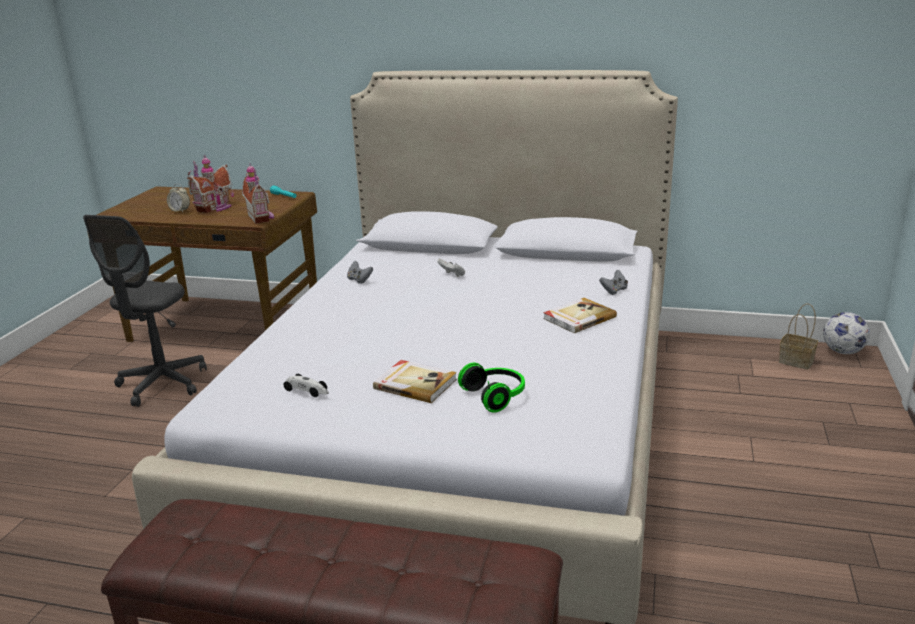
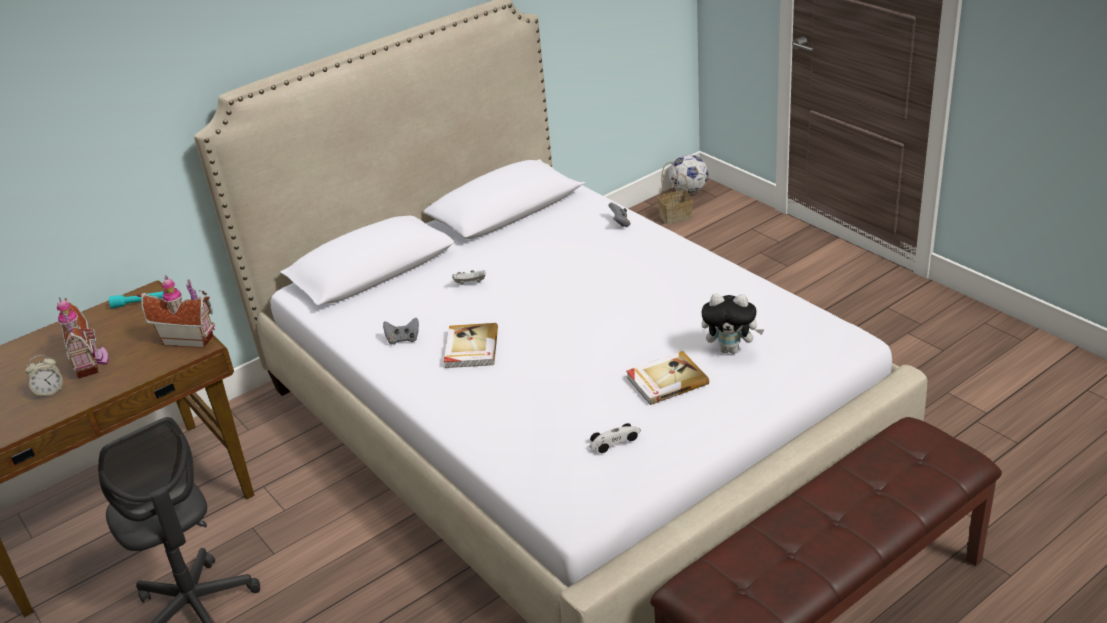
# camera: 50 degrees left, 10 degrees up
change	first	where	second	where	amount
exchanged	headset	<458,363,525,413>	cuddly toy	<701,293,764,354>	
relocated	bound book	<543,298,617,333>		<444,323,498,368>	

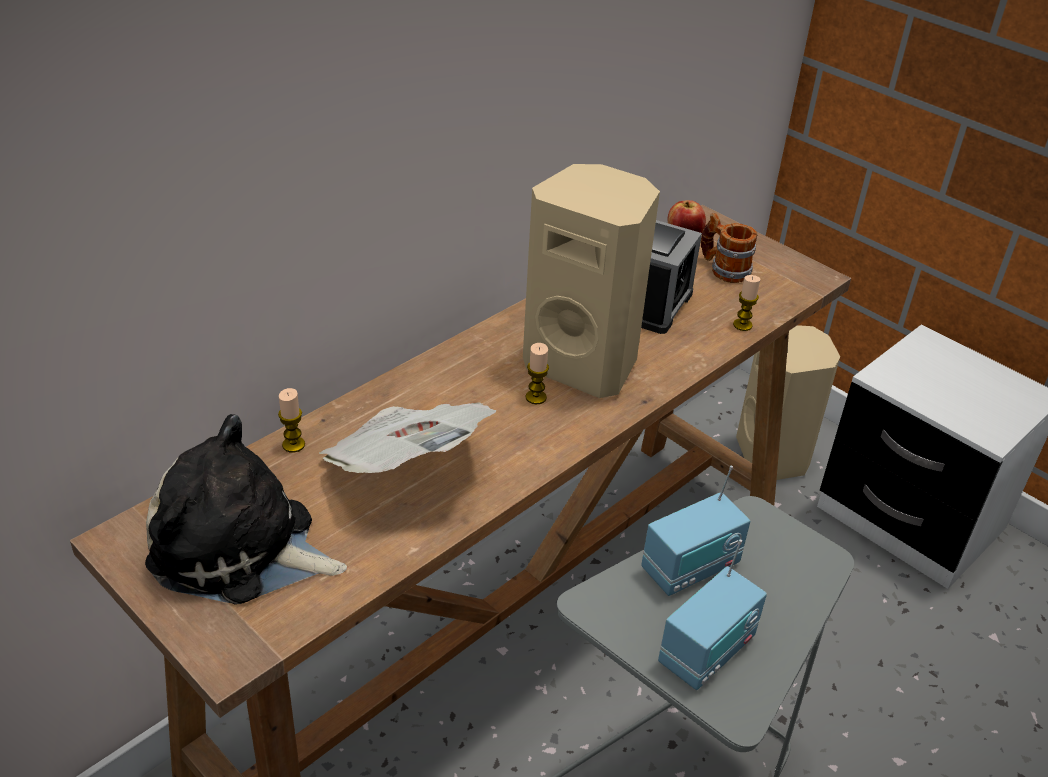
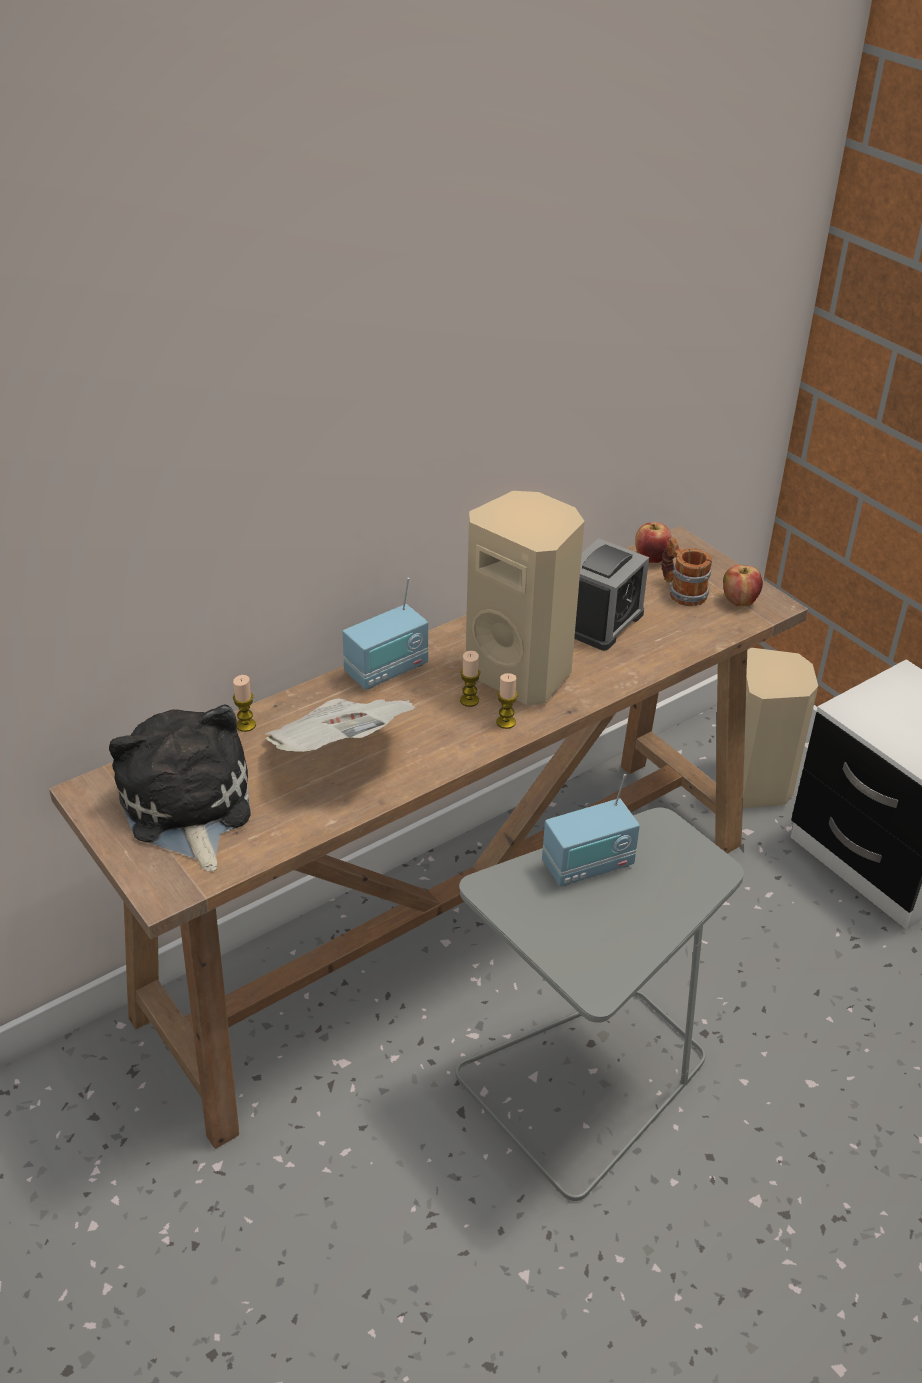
# camera: 10 degrees right, 0 degrees up
change	first	where	second	where	amount
spun	cuddly toy	<145,414,347,605>		<109,704,251,871>	45 degrees clockwise
relocated	radio	<658,539,767,690>		<343,578,428,690>	
relocated	candle	<733,275,761,331>		<496,673,518,729>	
appeared			apple	<723,565,763,607>	

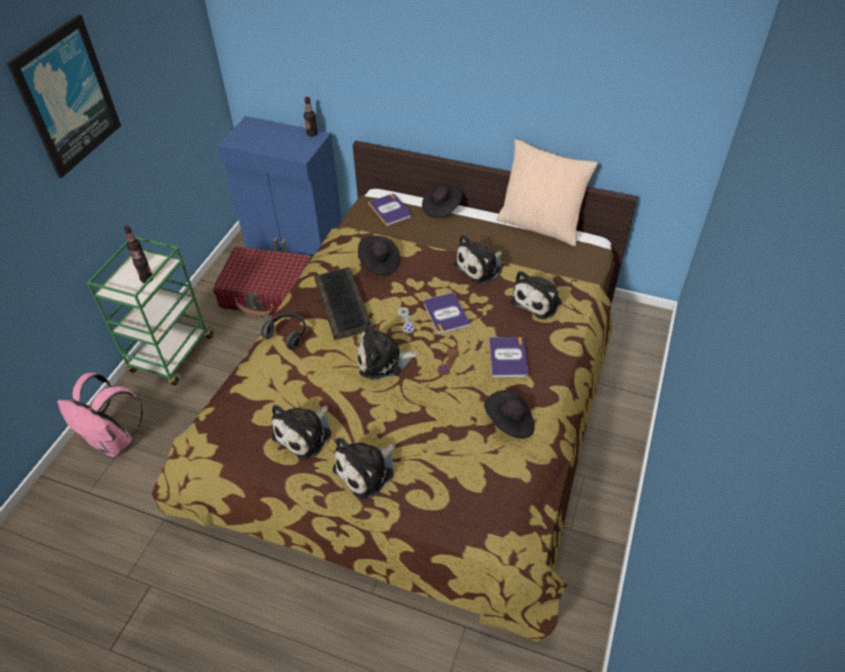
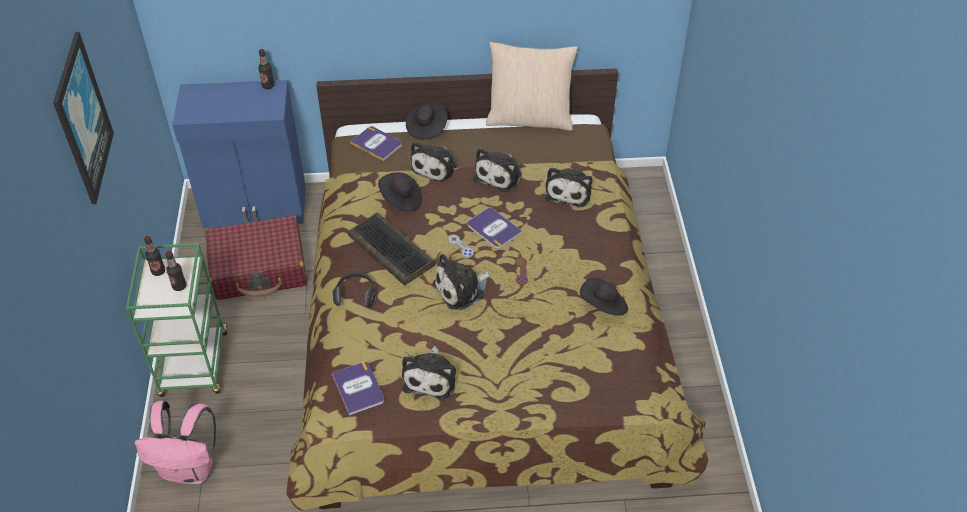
# camera: 25 degrees left, 0 degrees up
change	first	where	second	where	amount
relocated	cuddly toy	<333,437,395,499>		<410,142,457,182>	
relocated	bound book	<489,337,528,377>		<332,362,384,416>	

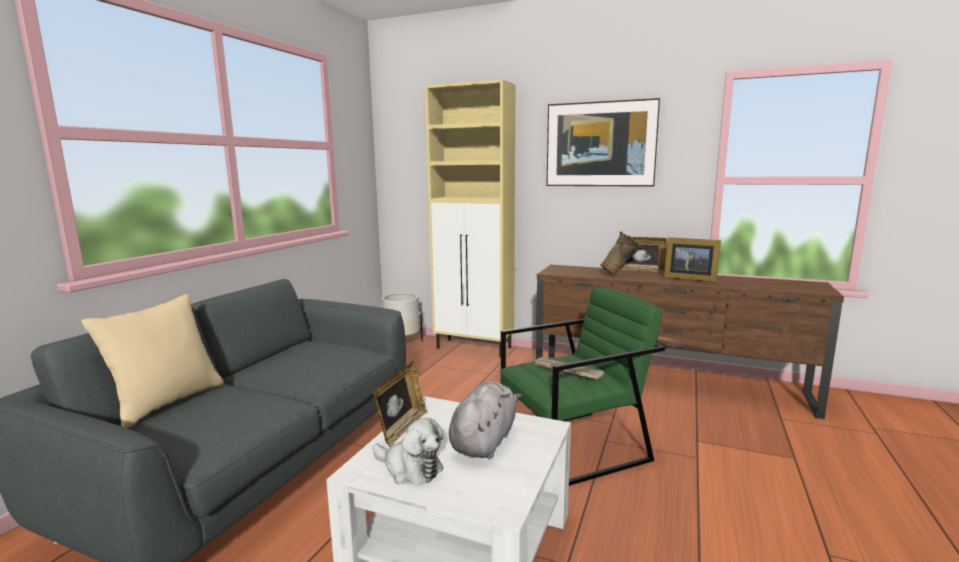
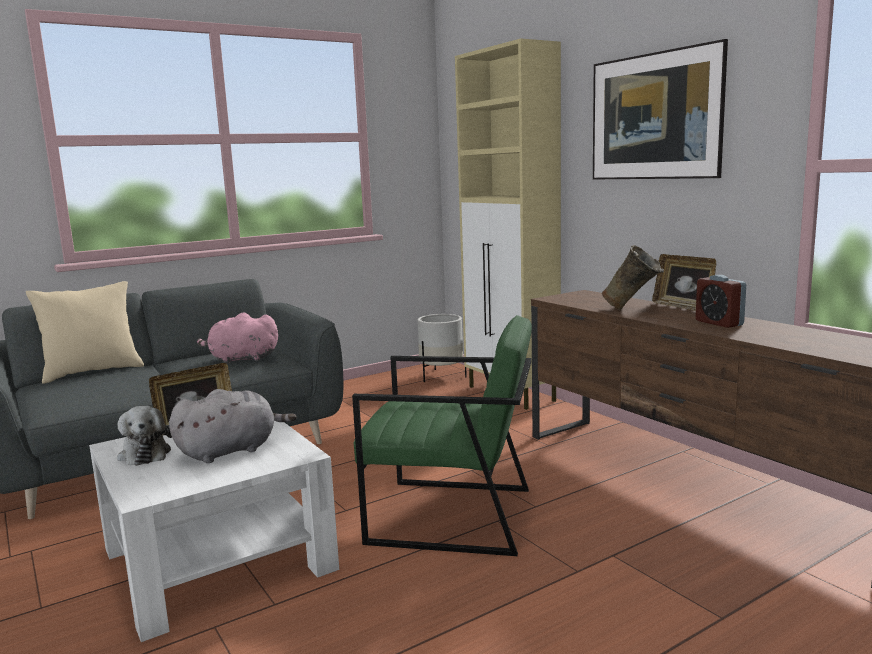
# camera: 35 degrees right, 0 degrees up
change	first	where	second	where	amount
missing	newspaper	<532,357,604,379>			
exchanged	photo frame	<664,237,721,282>	alarm clock	<696,275,746,328>	
appeared			cuddly toy (pinkish)	<197,312,278,364>	

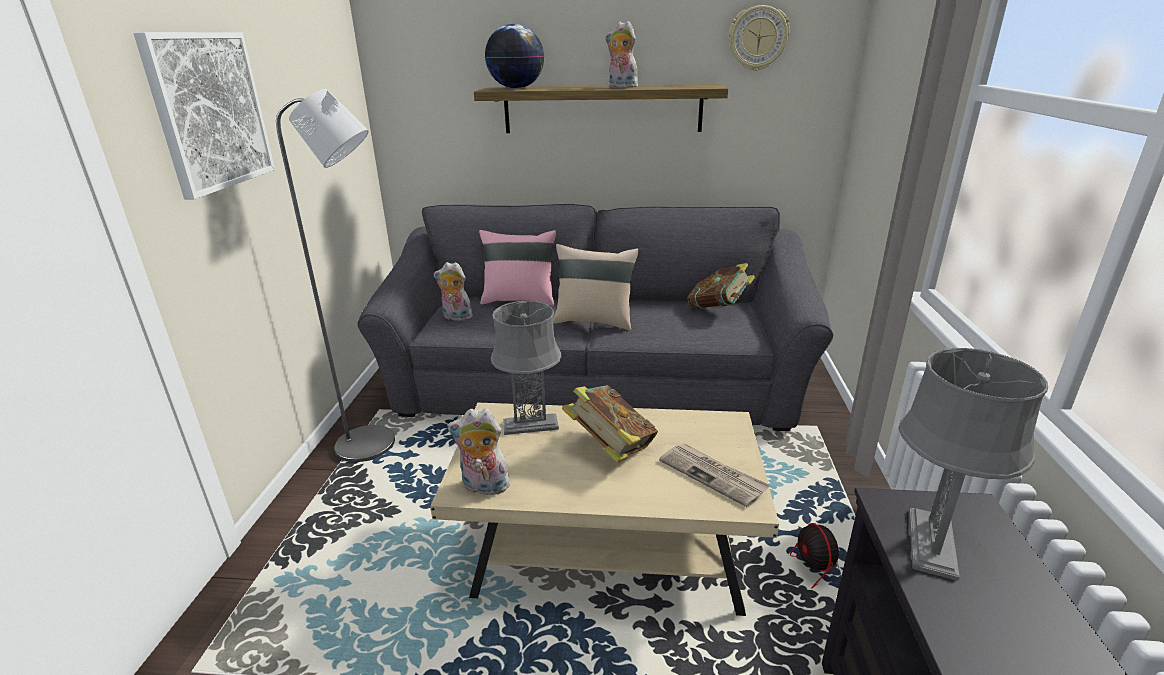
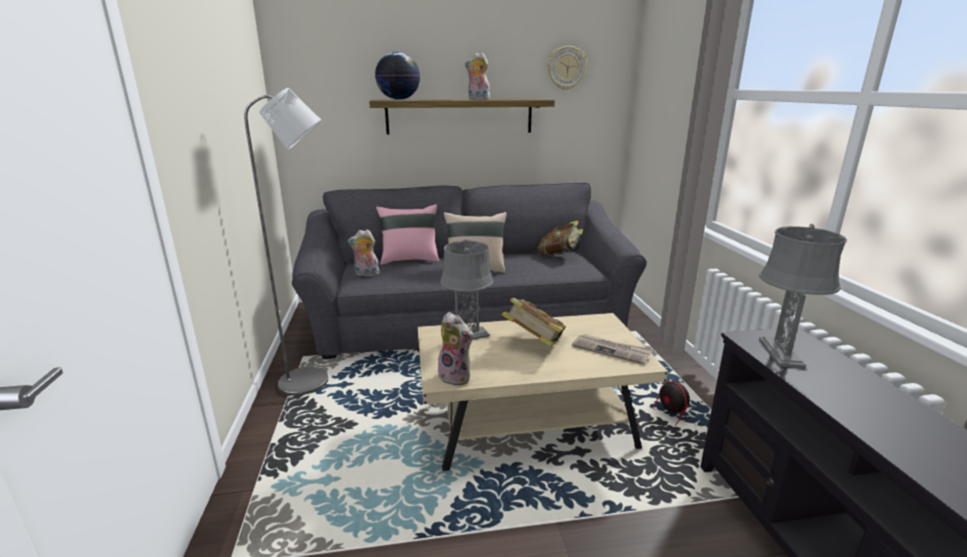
# camera: 15 degrees left, 5 degrees down
change	first	where	second	where	amount
missing	wall art	<133,32,275,199>			
spun	cuddly toy	<447,408,510,495>		<438,312,474,386>	135 degrees counterclockwise

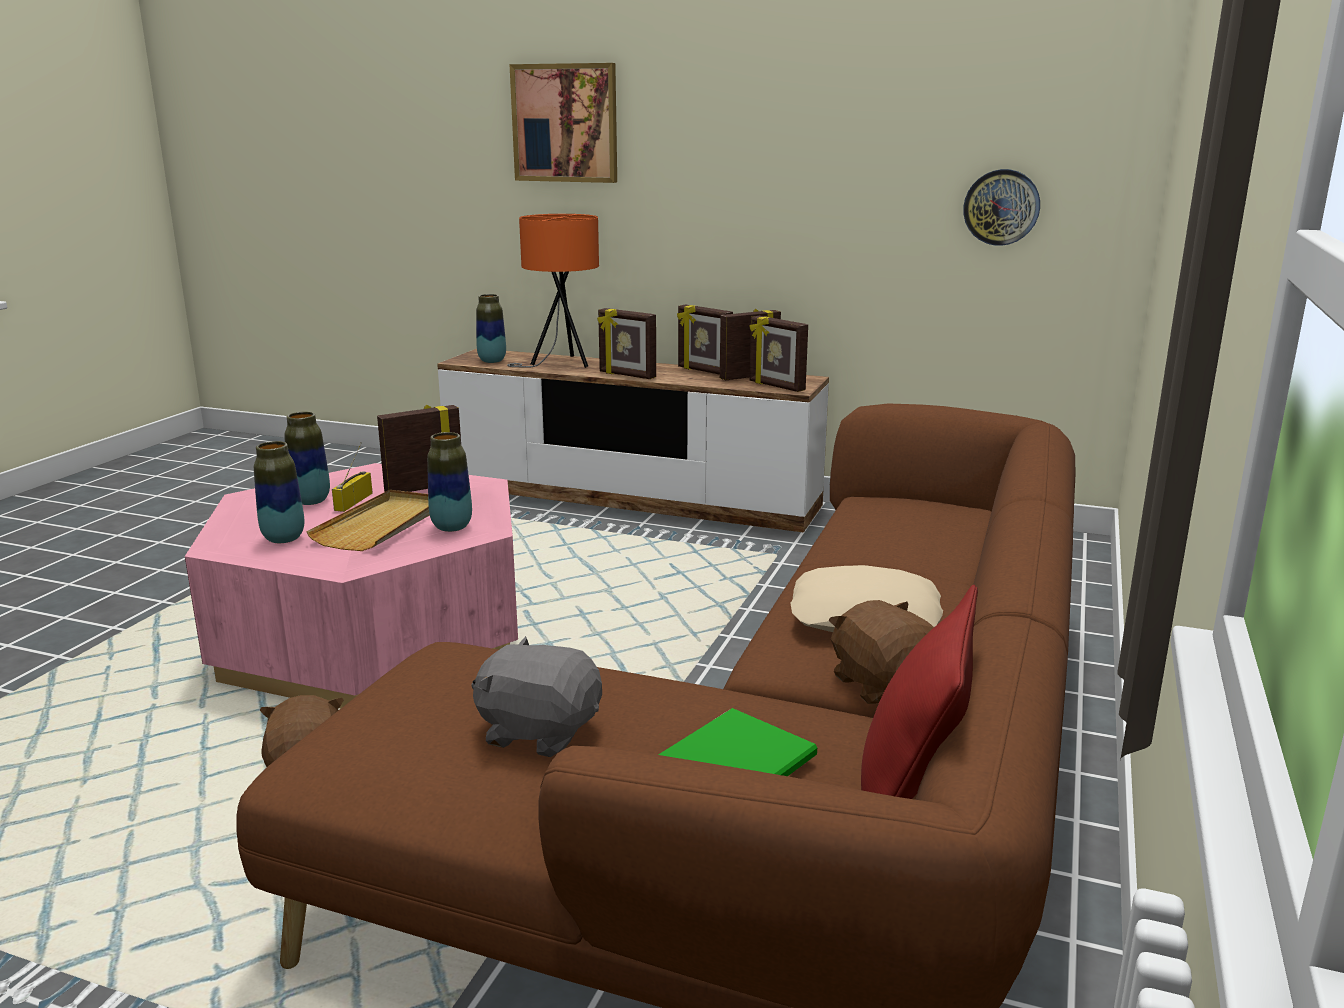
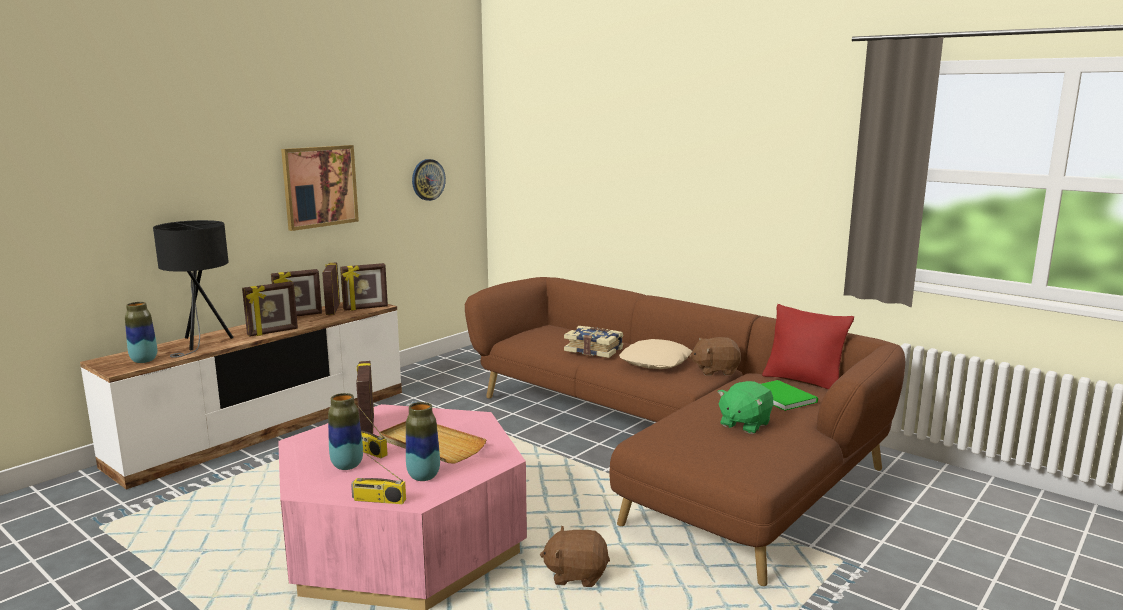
# camera: 70 degrees left, 5 degrees down
change	first	where	second	where	amount
missing	vase	<427,432,472,532>			
colour	cuddly toy (grey)	<471,636,602,757>	cuddly toy (green-coloured)	<718,381,773,434>	
colour	lamp for a table (orangey)	<507,214,599,368>	lamp for a table (black-coloured)	<153,220,233,358>	
relocated	wall art	<510,63,617,183>		<281,145,359,231>	
appeared			radio	<351,451,406,504>	
appeared			bound book	<564,326,624,358>	

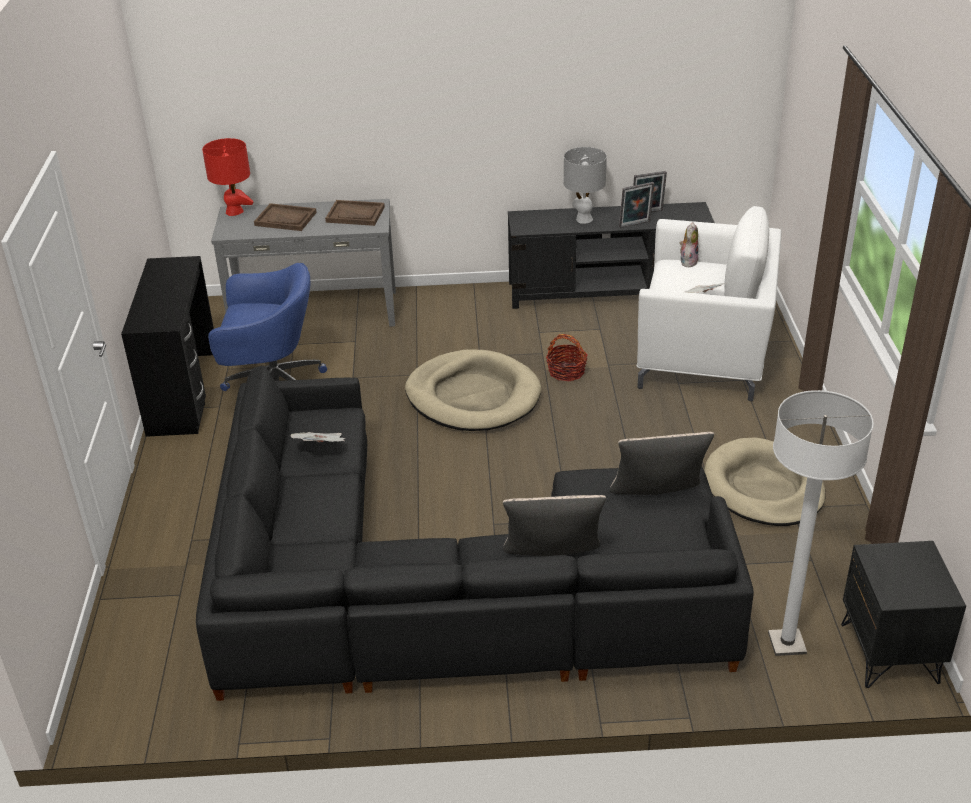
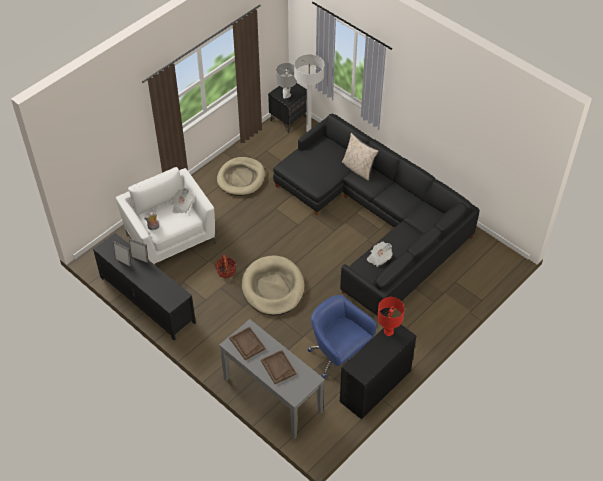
# camera: 135 degrees left, 15 degrees up
change	first	where	second	where	amount
relocated	lamp for a table (reddish)	<202,138,253,216>		<377,297,404,336>	
relocated	lamp for a table (grey)	<564,147,607,224>		<276,63,297,99>	
missing	cushion (beige)	<610,432,714,495>			

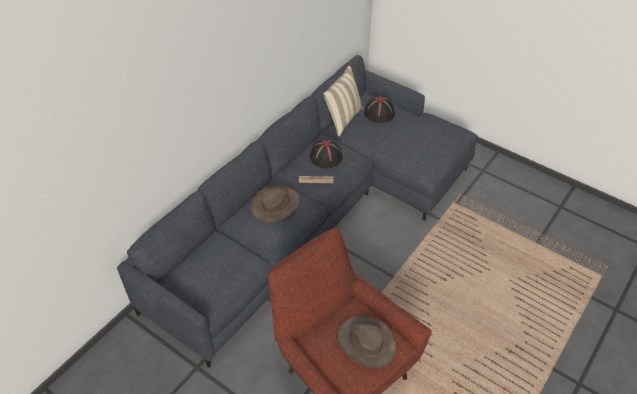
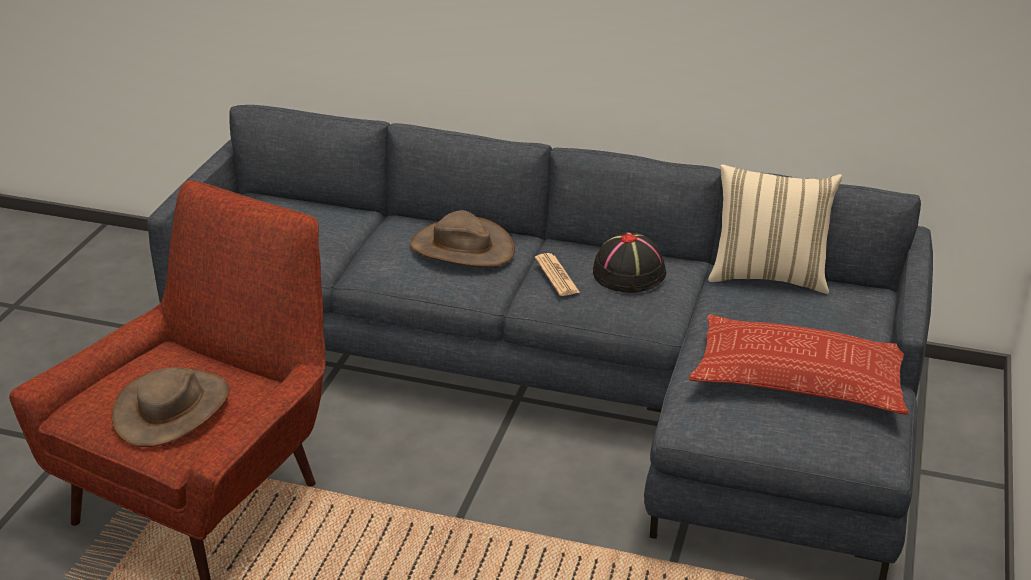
# camera: 70 degrees right, 15 degrees down
change	first	where	second	where	amount
missing	hat (black-coloured)	<364,96,395,123>			
appeared			cushion	<689,314,909,415>	

